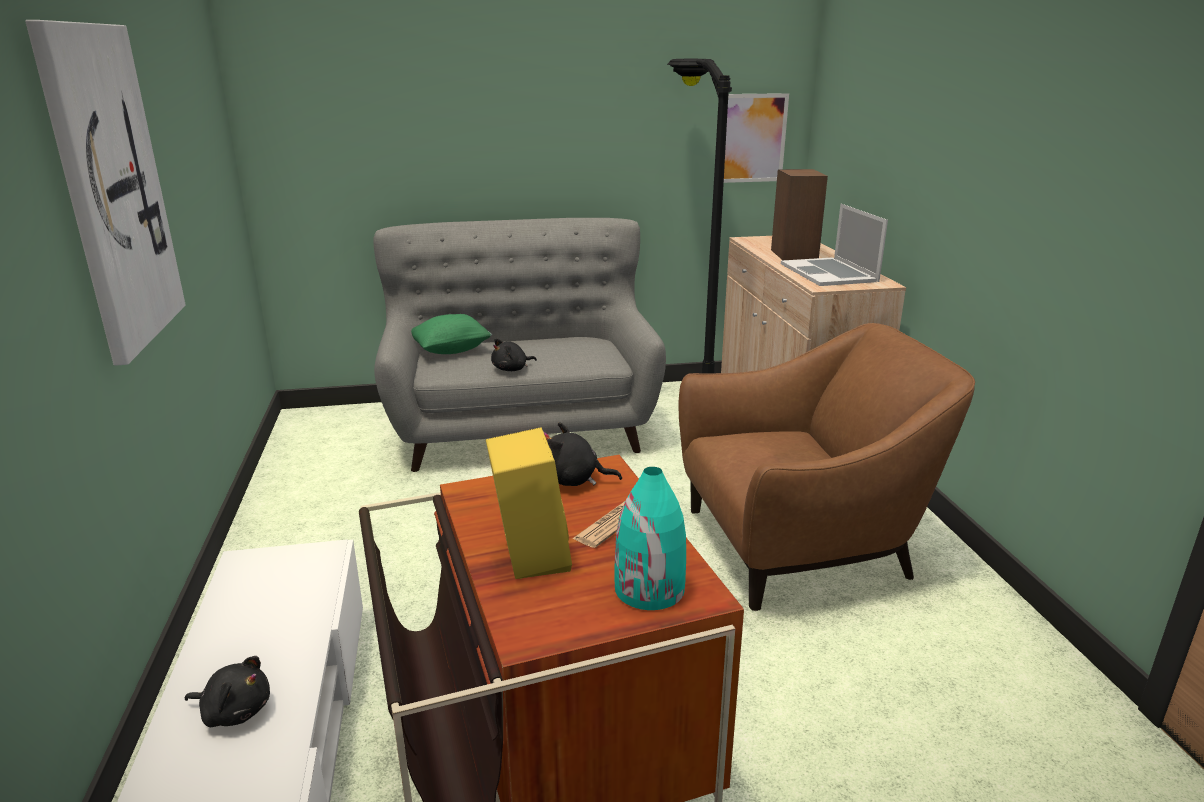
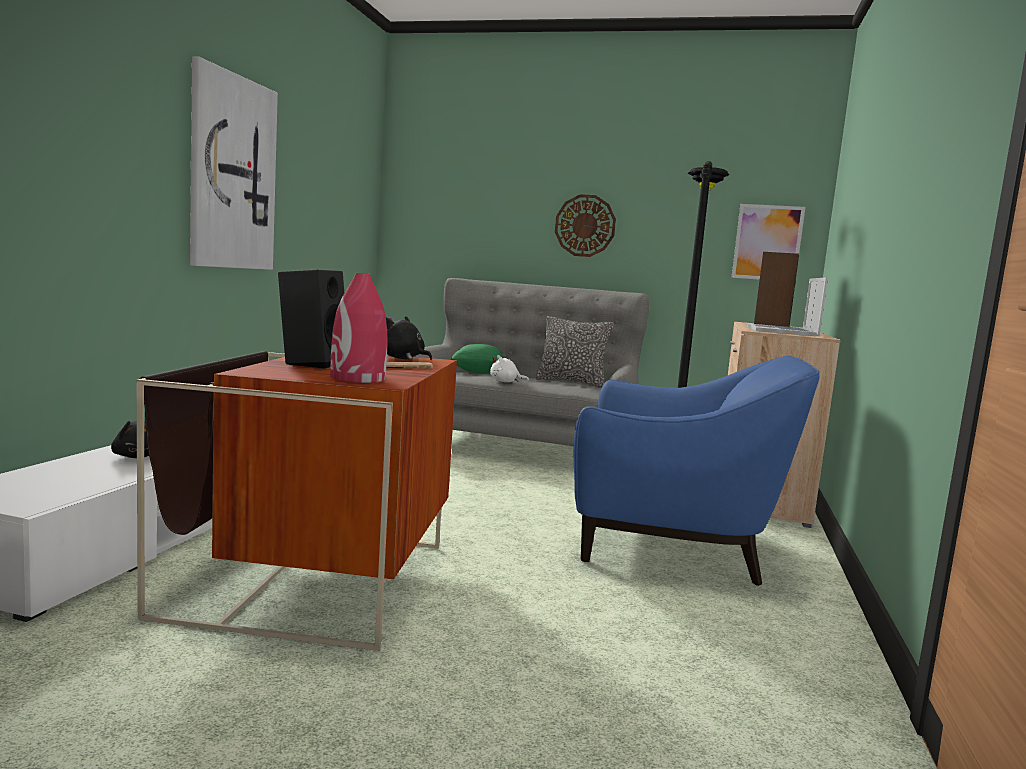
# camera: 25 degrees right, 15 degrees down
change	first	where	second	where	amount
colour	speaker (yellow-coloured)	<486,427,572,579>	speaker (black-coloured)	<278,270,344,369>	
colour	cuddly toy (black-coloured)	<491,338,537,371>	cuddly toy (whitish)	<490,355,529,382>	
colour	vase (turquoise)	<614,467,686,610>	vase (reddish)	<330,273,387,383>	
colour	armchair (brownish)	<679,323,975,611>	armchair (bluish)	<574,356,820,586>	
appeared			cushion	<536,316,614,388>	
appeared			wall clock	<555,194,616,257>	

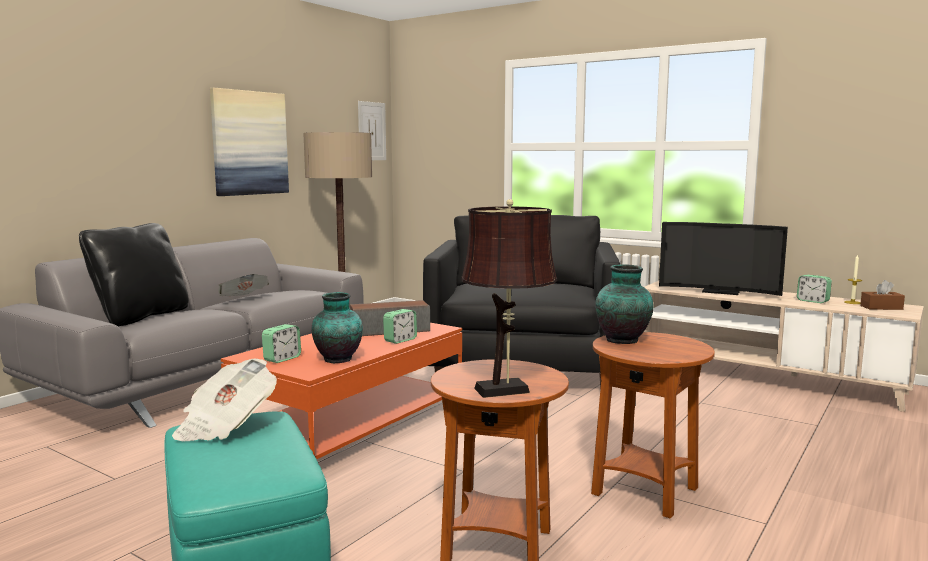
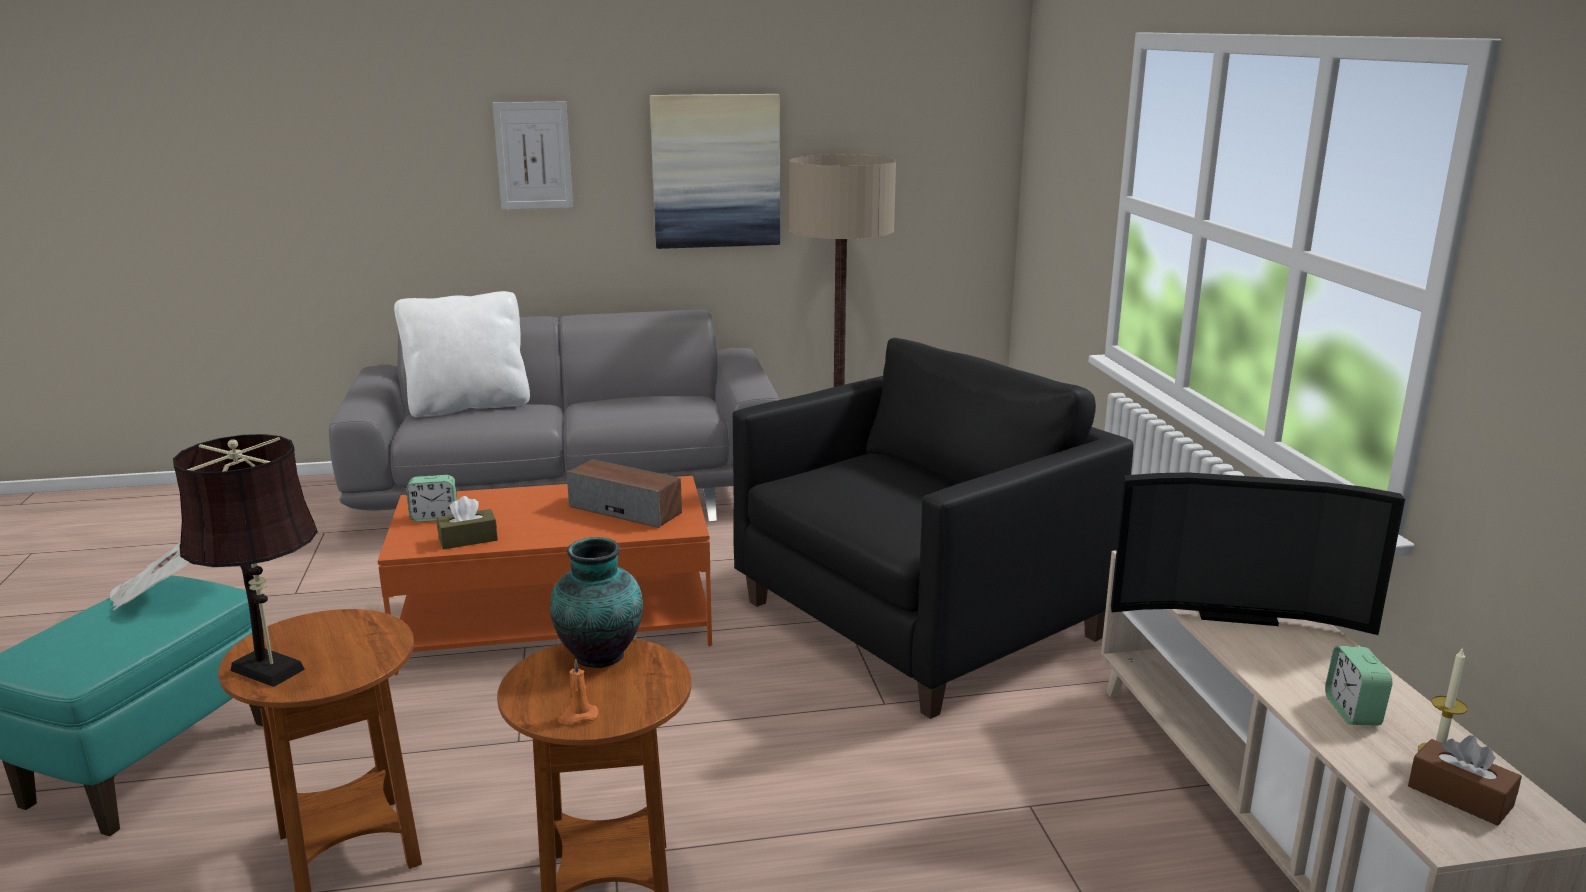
# camera: 45 degrees right, 10 degrees up
change	first	where	second	where	amount
colour	cushion (black-coloured)	<79,223,189,327>	cushion (whitish)	<394,291,530,418>	
missing	newspaper	<218,274,269,296>			
exchanged	vase	<312,292,363,363>	tissue box (brownish)	<437,496,498,549>	
relocated	wall art	<358,101,386,160>		<493,102,573,210>	
missing	alarm clock	<383,309,417,344>			
spun	TV	<659,222,788,296>		<1111,472,1405,635>	60 degrees counterclockwise
appeared			candle (orangey)	<558,659,599,725>	

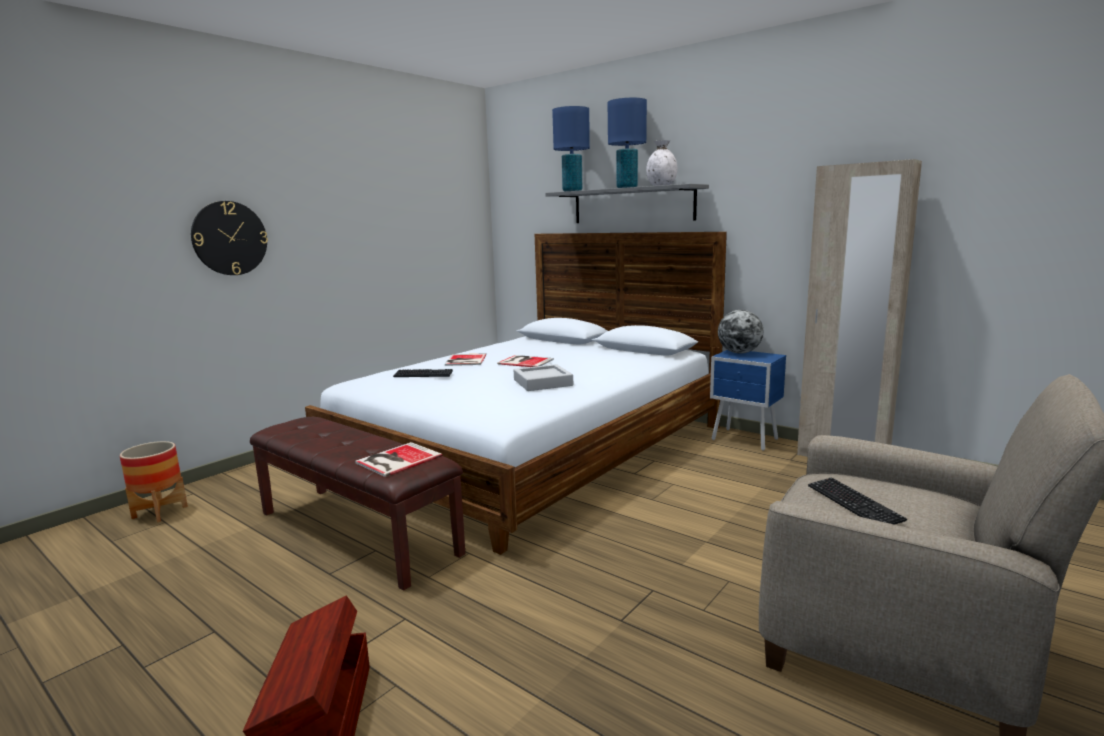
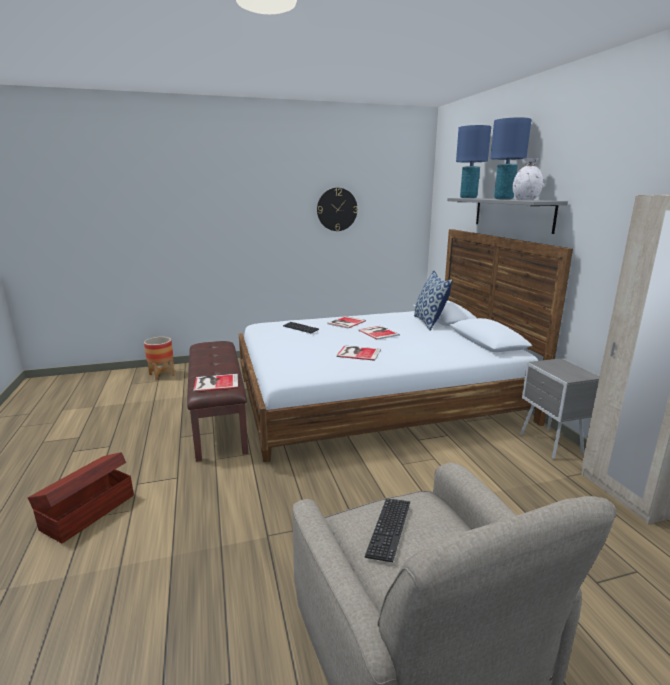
# camera: 35 degrees right, 5 degrees up
change	first	where	second	where	amount
relocated	wall clock	<191,201,268,275>		<317,188,358,231>	
exchanged	carrying tray (grey)	<514,364,573,391>	bound book	<336,345,381,361>	
colour	nightstand (bluish)	<710,350,786,451>	nightstand (grey)	<520,358,599,459>	
missing	globe	<718,310,763,354>			
appeared			cushion	<414,270,453,331>	

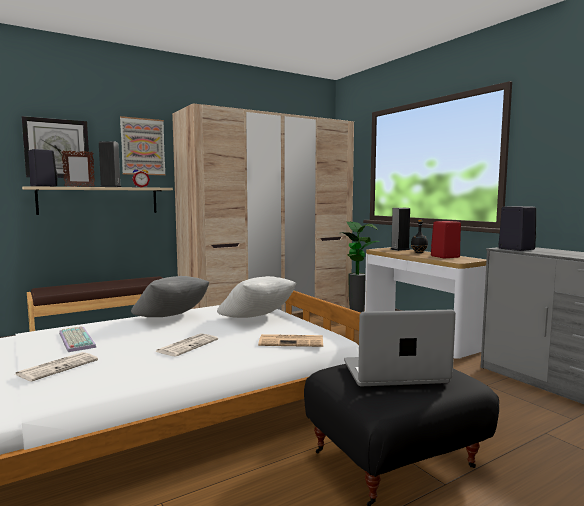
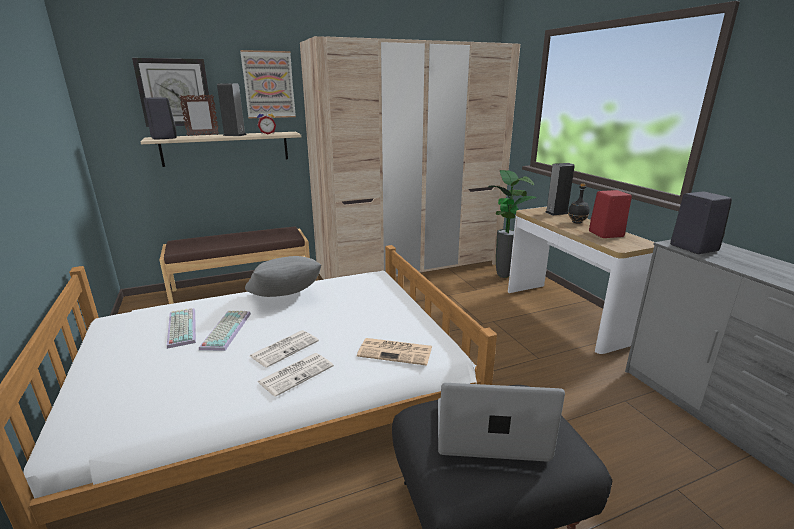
# camera: 10 degrees right, 15 degrees up
change	first	where	second	where	amount
relocated	newspaper	<15,352,98,382>		<257,353,334,397>	
missing	cushion (whitish)	<217,276,296,318>			
appeared			computer keyboard	<199,311,251,351>	

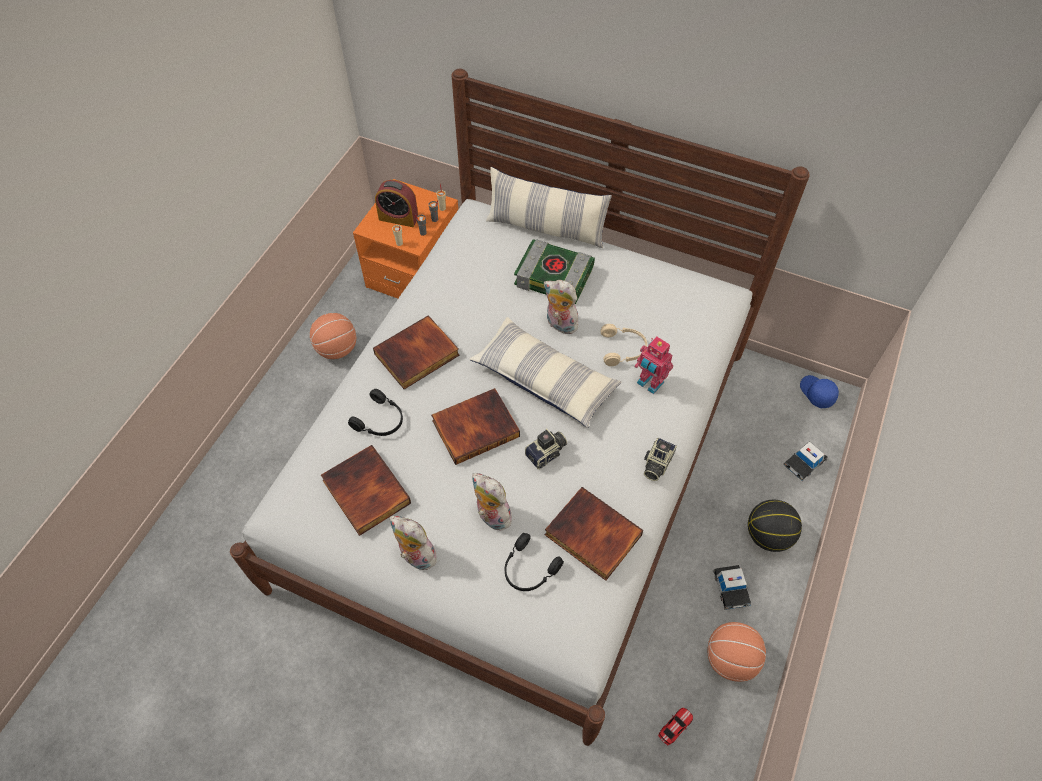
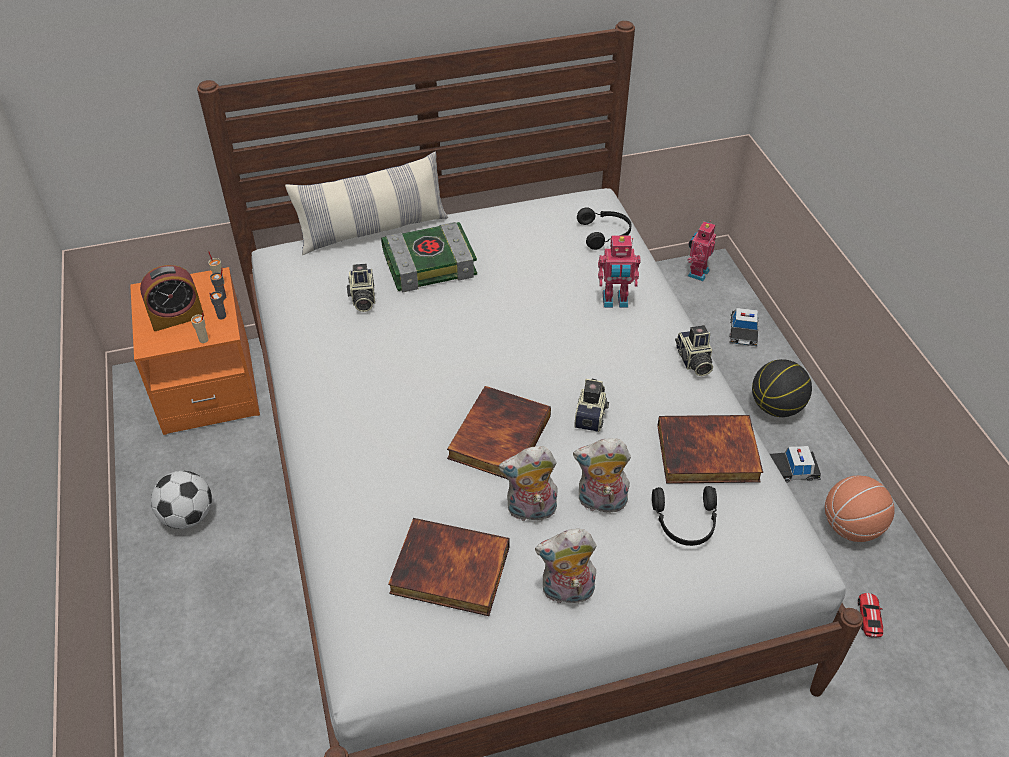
# camera: 40 degrees left, 10 degrees down
change	first	where	second	where	amount
exchanged	basketball	<310,313,356,359>	football	<151,471,212,529>	
relocated	headset (black-coloured)	<348,389,403,436>		<577,207,632,250>	
missing	bound book	<373,315,460,389>			
missing	cushion	<469,317,622,428>			
relocated	cuddly toy	<543,280,578,334>		<499,446,558,521>	
missing	headset (beige)	<601,324,647,366>			
spun	model car	<713,565,751,610>		<770,446,821,483>	135 degrees clockwise
exchanged	cap (bluish)	<800,375,839,408>	model robot	<687,221,716,281>	
appeared			photo camera	<347,264,375,312>	

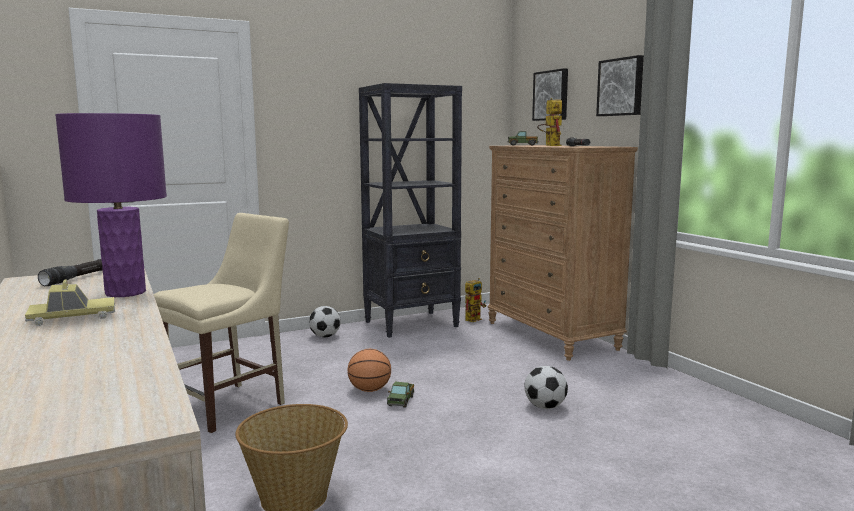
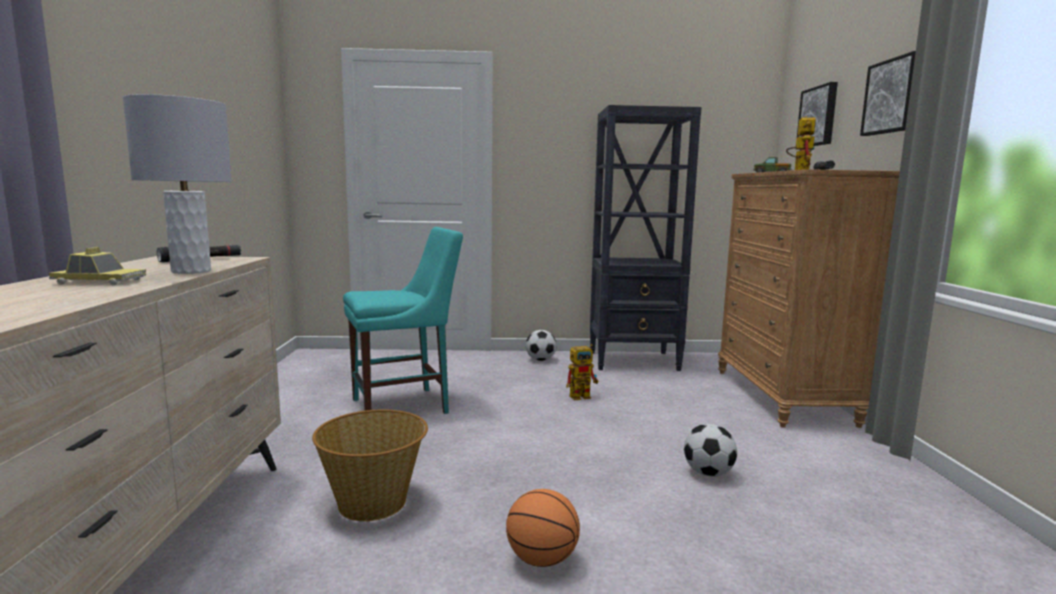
# camera: 25 degrees right, 0 degrees up
change	first	where	second	where	amount
colour	lamp for a table (purple)	<55,113,167,297>	lamp for a table (grey)	<123,94,232,274>	
colour	upright chair (beige)	<154,213,289,433>	upright chair (turquoise)	<343,227,463,414>	
relocated	basketball	<348,349,391,392>		<506,489,580,567>	
missing	toy lorry	<387,382,414,408>			
relocated	model robot	<465,278,486,322>		<566,344,598,400>	

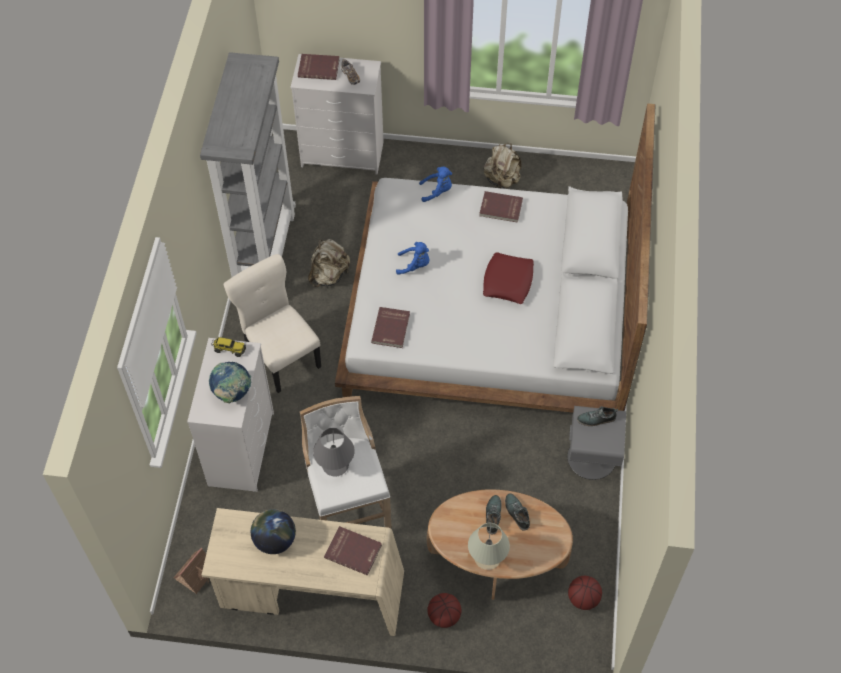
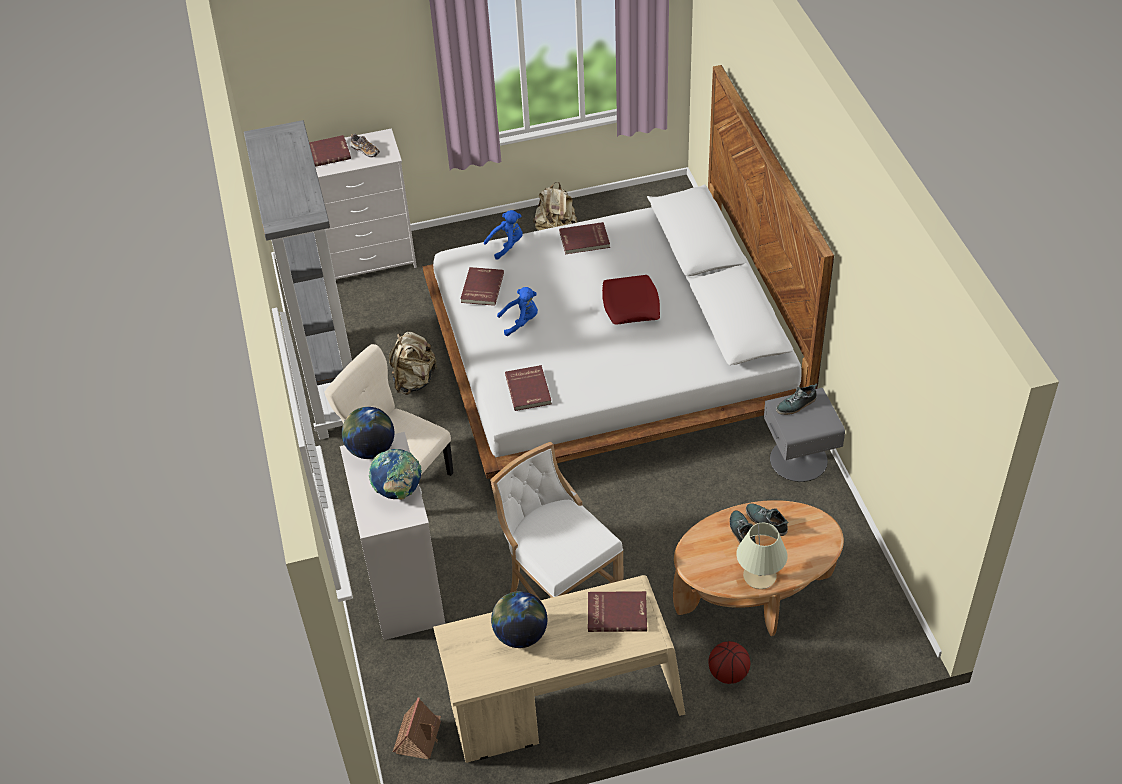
# camera: 20 degrees left, 10 degrees down
change	first	where	second	where	amount
exchanged	toy lorry	<211,337,246,357>	globe	<342,407,394,459>	
missing	lamp for a table (grey)	<313,428,355,476>			
missing	basketball	<568,576,602,610>			
appeared			bound book (reddish)	<460,267,504,306>	

